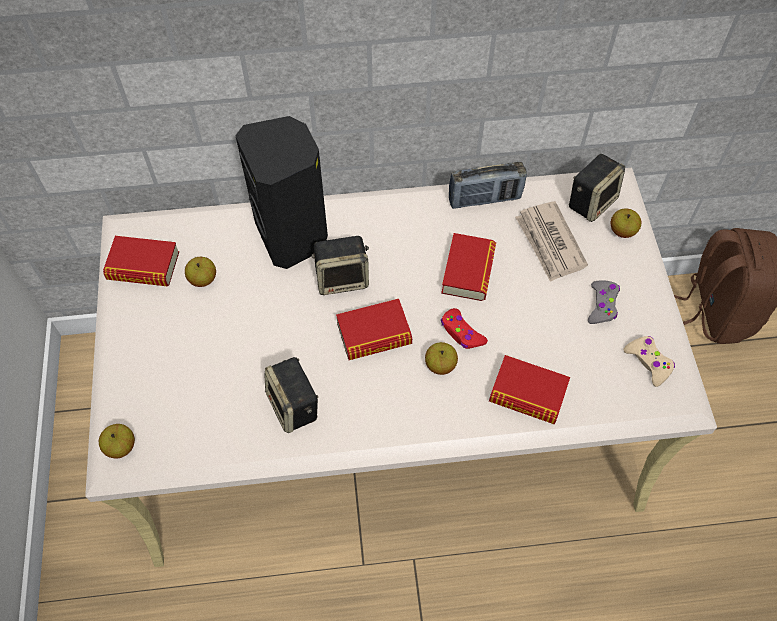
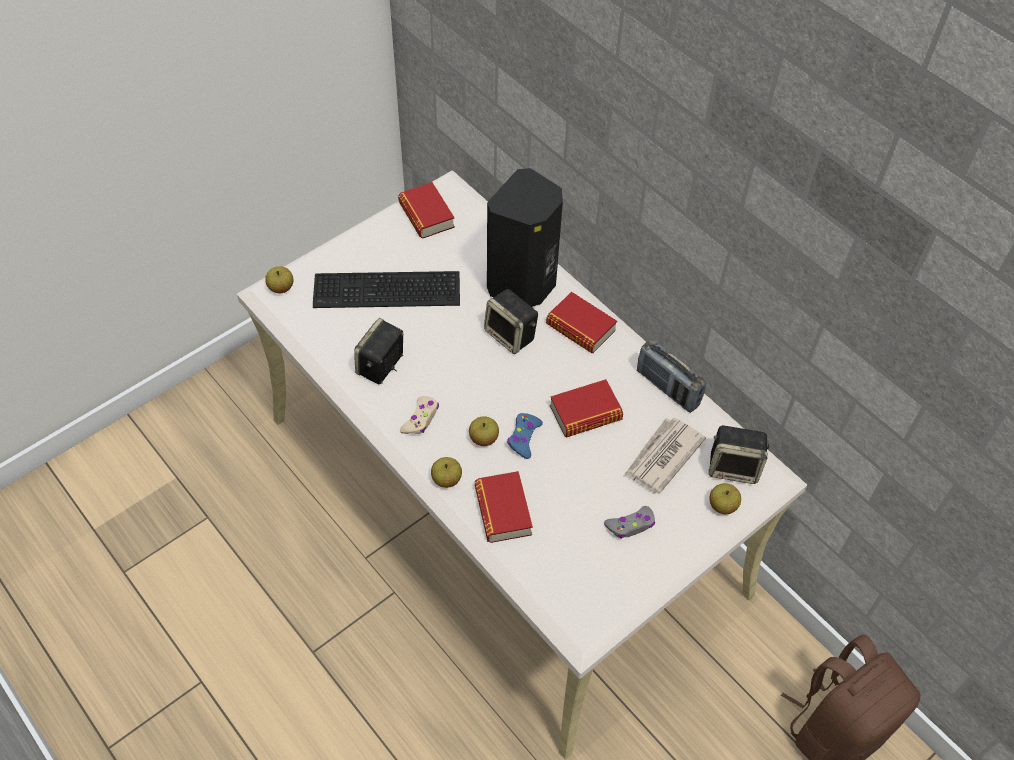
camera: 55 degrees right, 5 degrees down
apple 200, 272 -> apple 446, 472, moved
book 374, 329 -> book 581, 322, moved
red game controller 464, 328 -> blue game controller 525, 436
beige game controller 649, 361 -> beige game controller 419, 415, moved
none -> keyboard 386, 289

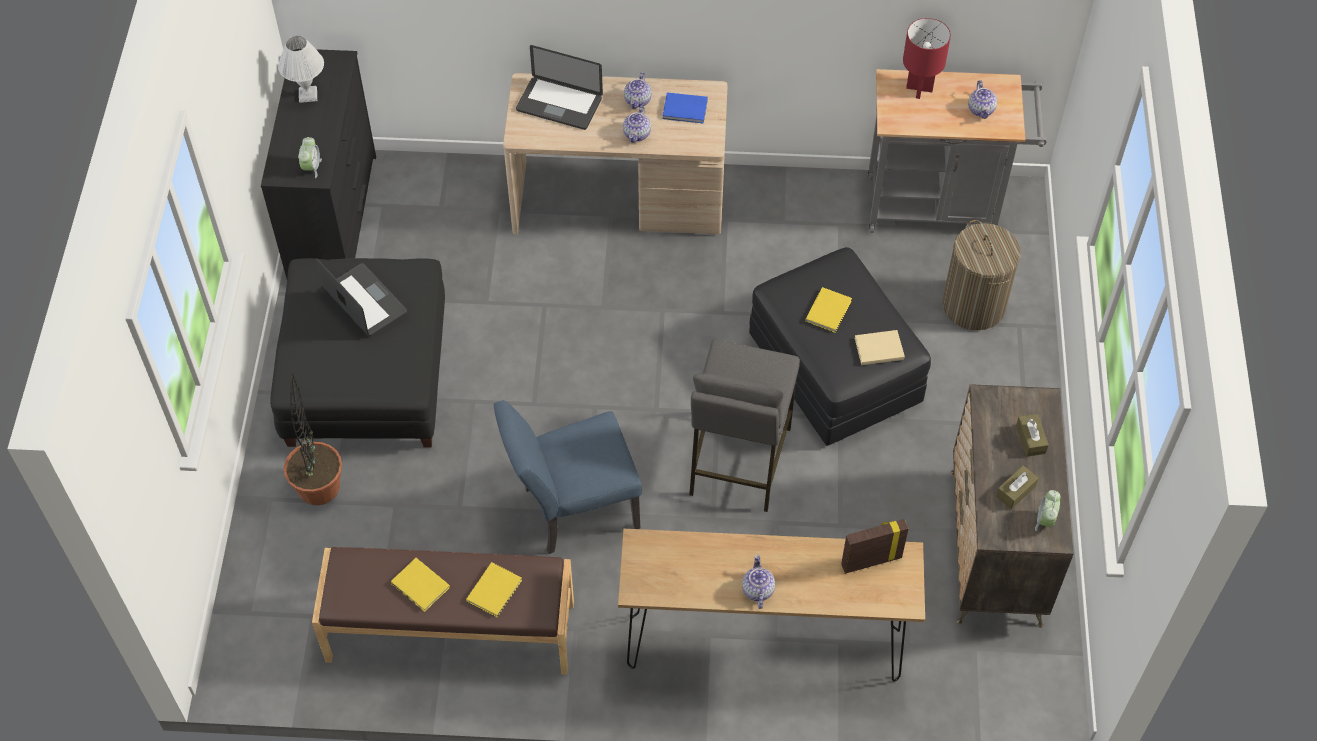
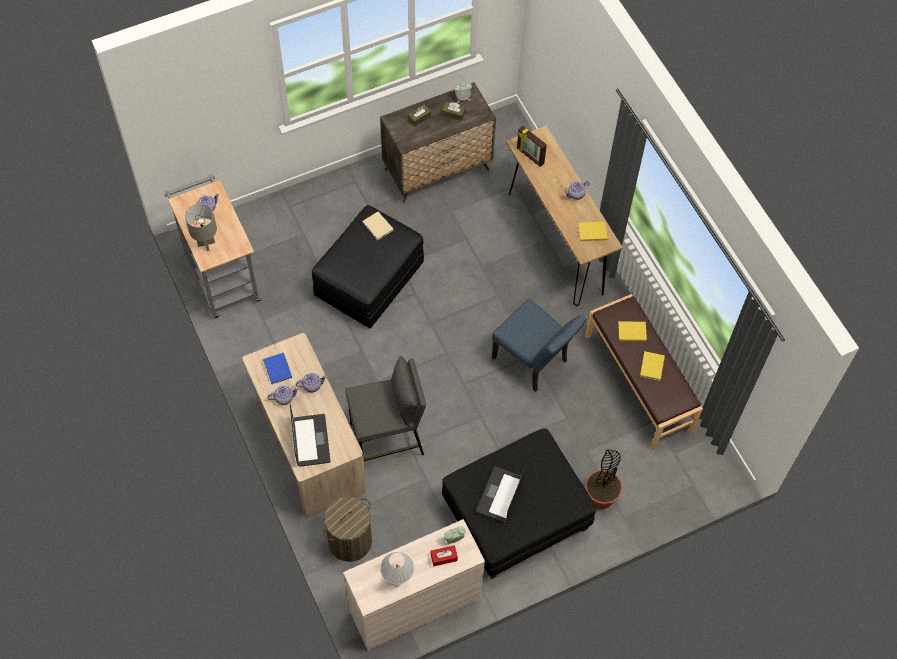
camera: 120 degrees left, 5 degrees up
red table lamp 927, 58 -> grey table lamp 201, 227
black dresser 318, 163 -> beige dresser 414, 585
laundry basket 981, 275 -> laundry basket 347, 529, moved
yellow book 828, 310 -> yellow book 593, 231, moved
grey stool 744, 426 -> grey stool 385, 408, moved
none -> red tissue box 444, 555

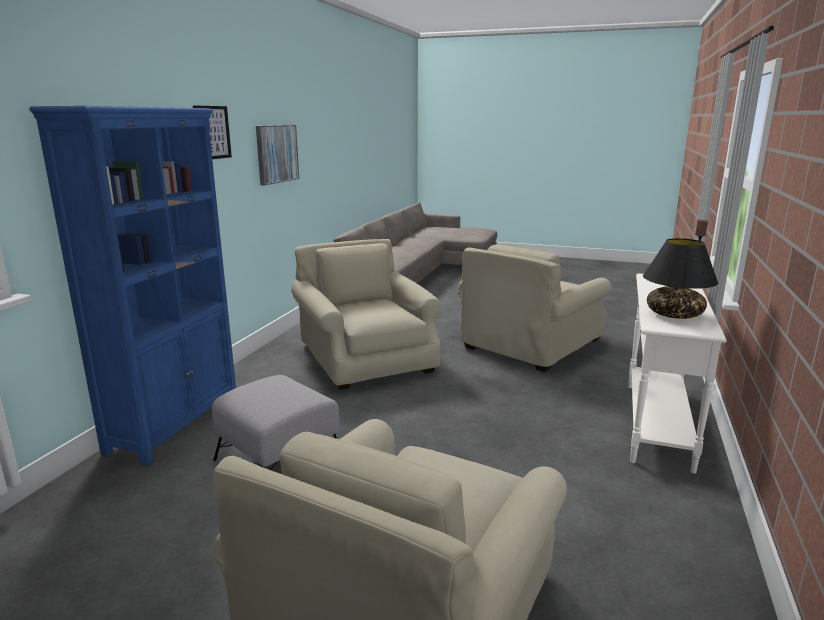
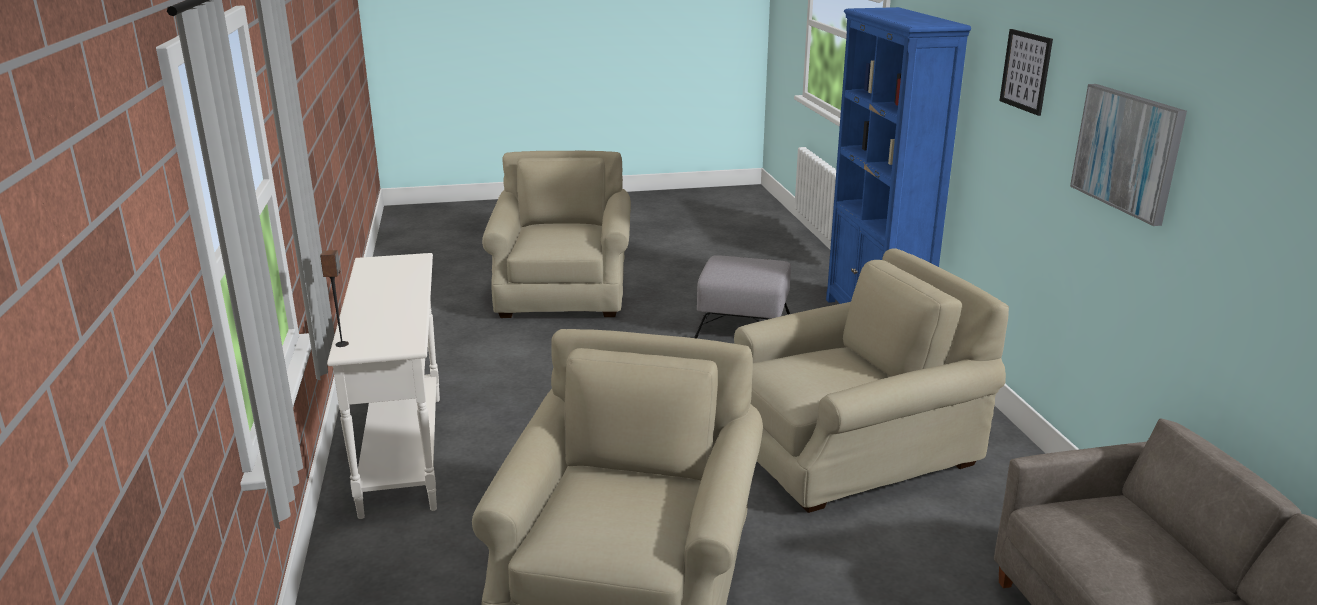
camera: 150 degrees right, 5 degrees up
black table lamp 680, 278 -> none
beige armchair 366, 314 -> beige armchair 871, 380, 60 degrees counterclockwise

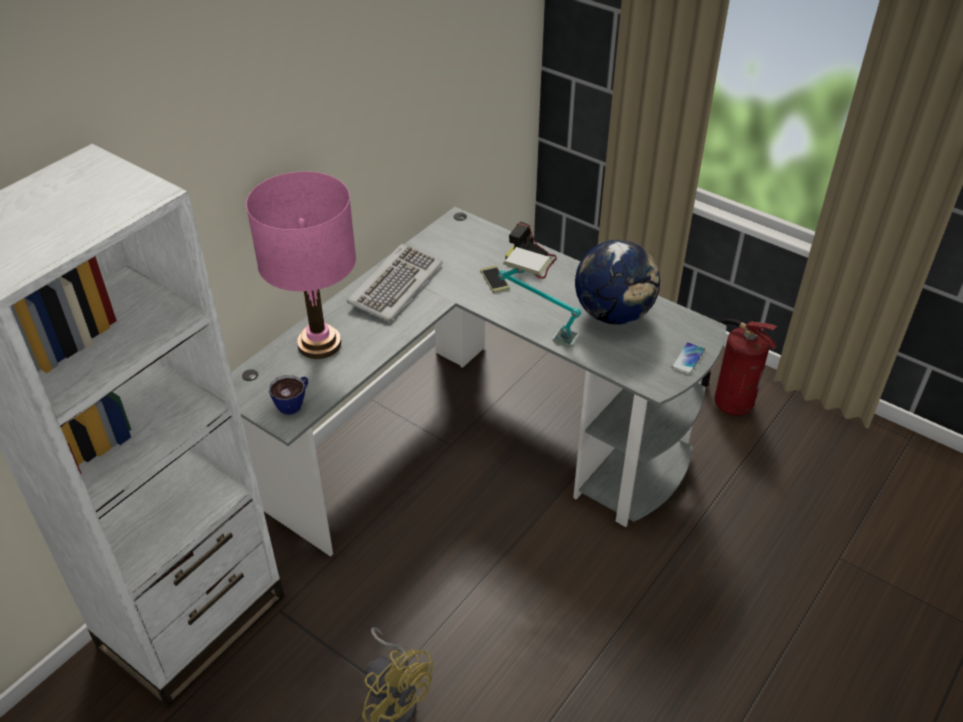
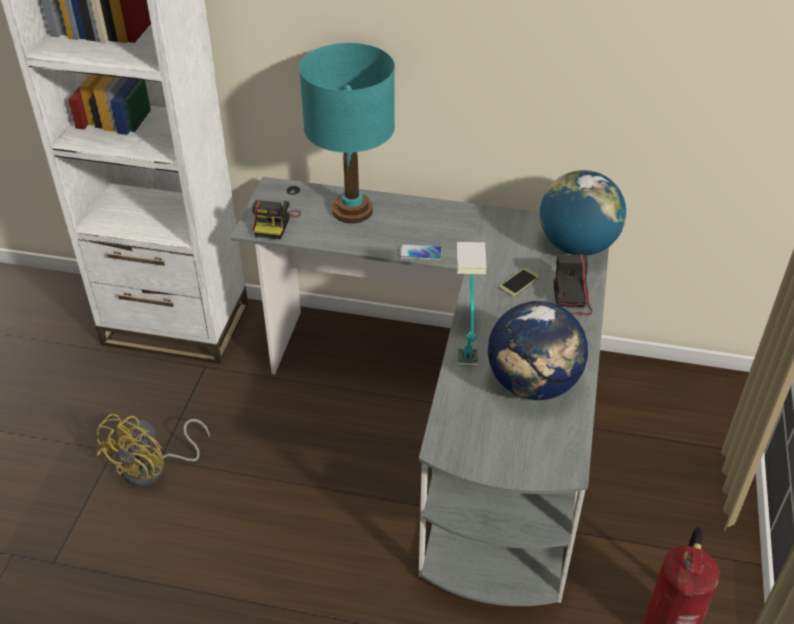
camera: 65 degrees right, 0 degrees up
pink table lamp 301, 265 -> turquoise table lamp 347, 133
keyboard 394, 283 -> none
phone 688, 358 -> phone 420, 252, moved
cup 288, 395 -> photo camera 276, 219
none -> globe 583, 212

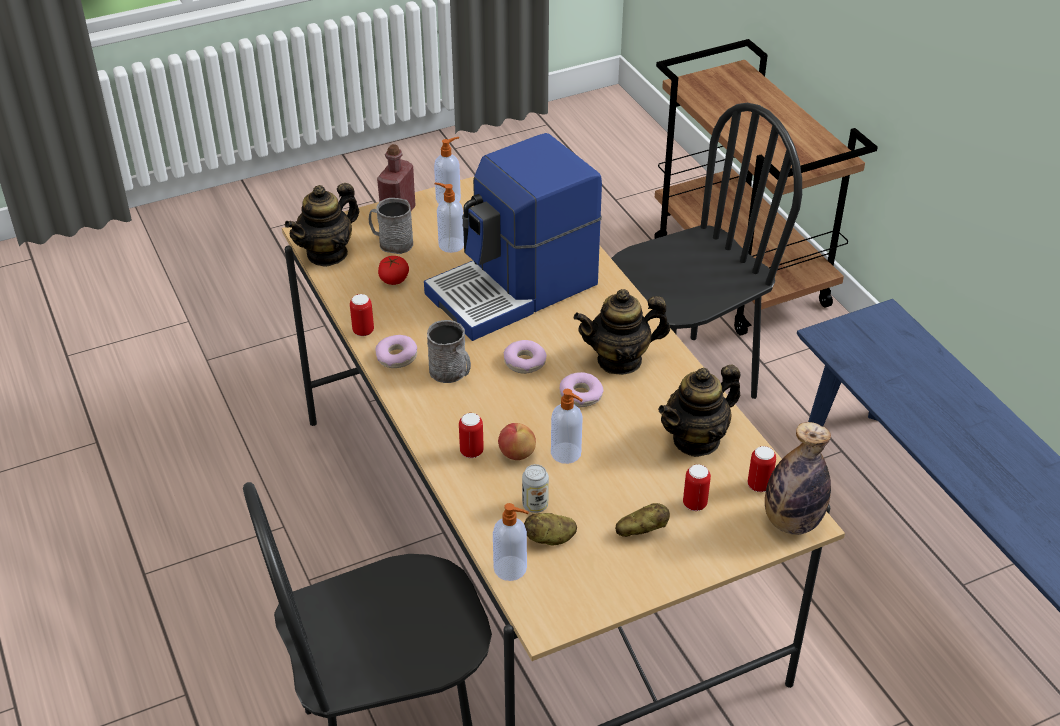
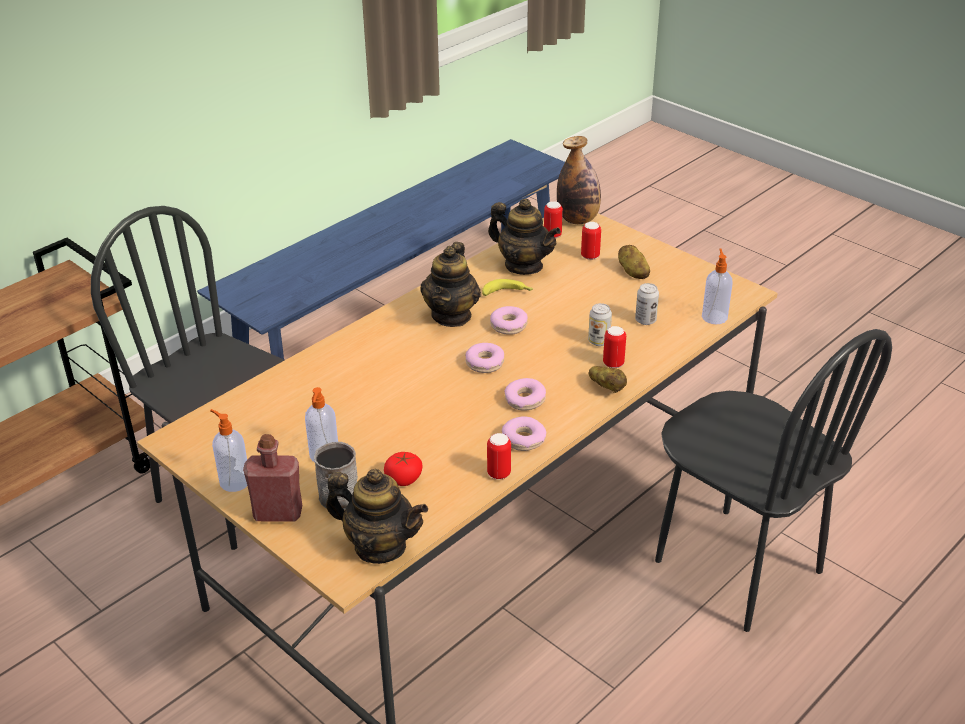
camera: 110 degrees left, 5 degrees down
coffee machine 513, 237 -> none
teapot 622, 332 -> teapot 450, 284, 45 degrees clockwise
grey mug 449, 351 -> donut 525, 394
soap dispenser 567, 426 -> none
apple 517, 441 -> can 600, 324
potato 550, 529 -> potato 607, 379, moved
none -> banana 507, 287

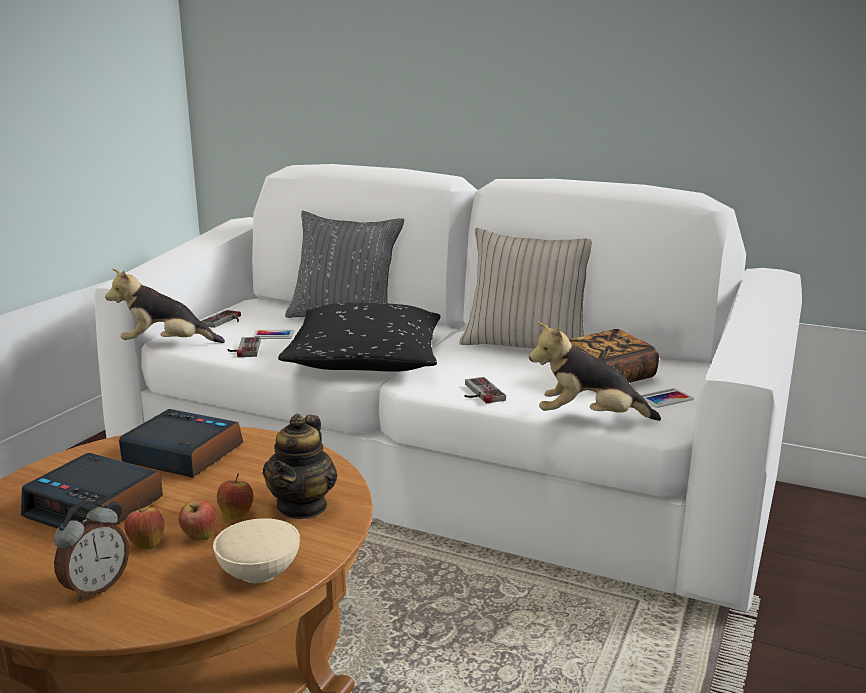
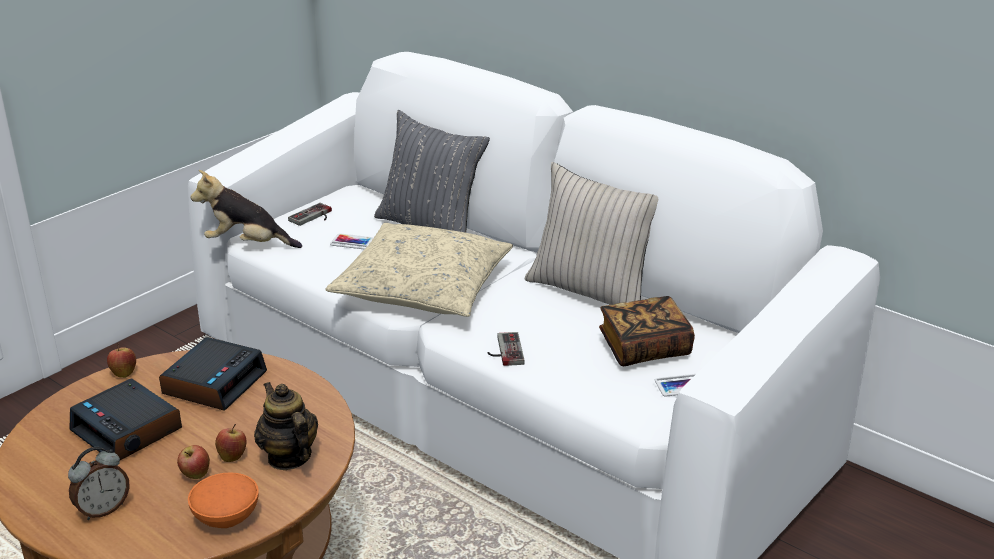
camera: 15 degrees right, 10 degrees up
black pillow 359, 337 -> beige pillow 419, 270
plush toy 595, 371 -> none
game controller 244, 347 -> none
alarm clock 181, 443 -> alarm clock 213, 374, 75 degrees clockwise
teapot 300, 466 -> teapot 286, 426, 120 degrees clockwise
apple 144, 525 -> apple 121, 360, moved
beige bowl 256, 550 -> orange bowl 223, 500

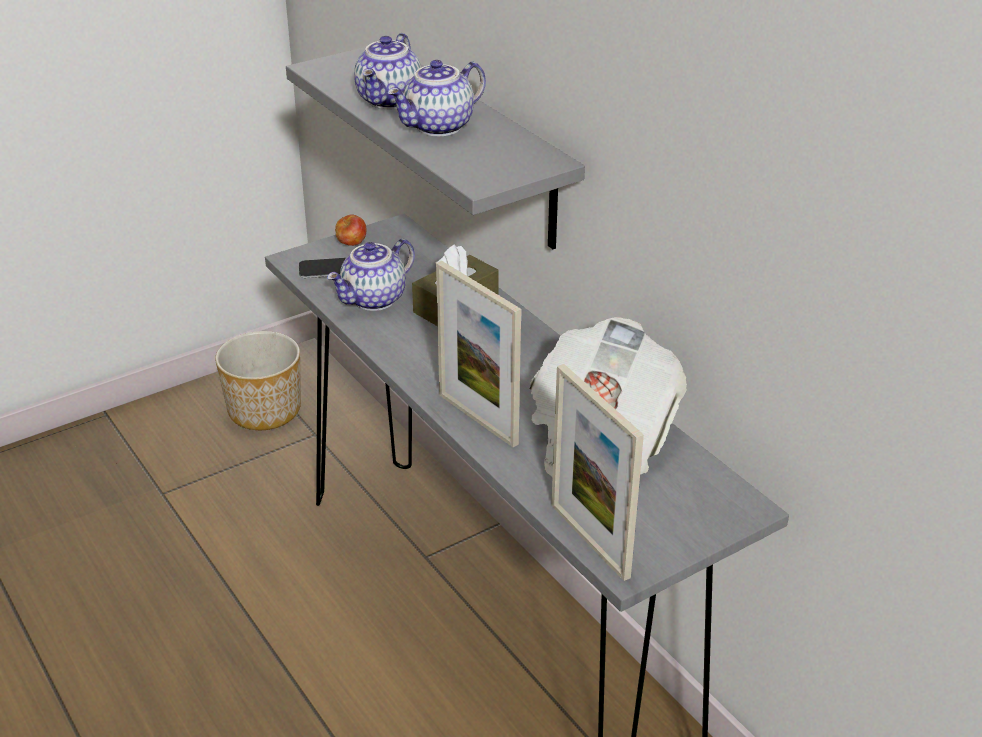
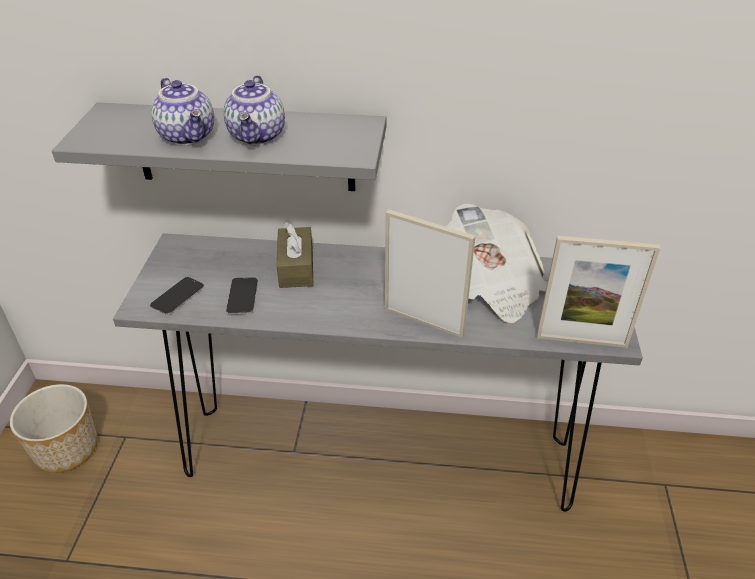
camera: 50 degrees left, 5 degrees up
apple 350, 230 -> none
teapot 371, 274 -> phone 242, 295
picture frame 478, 354 -> picture frame 430, 273, 150 degrees counterclockwise

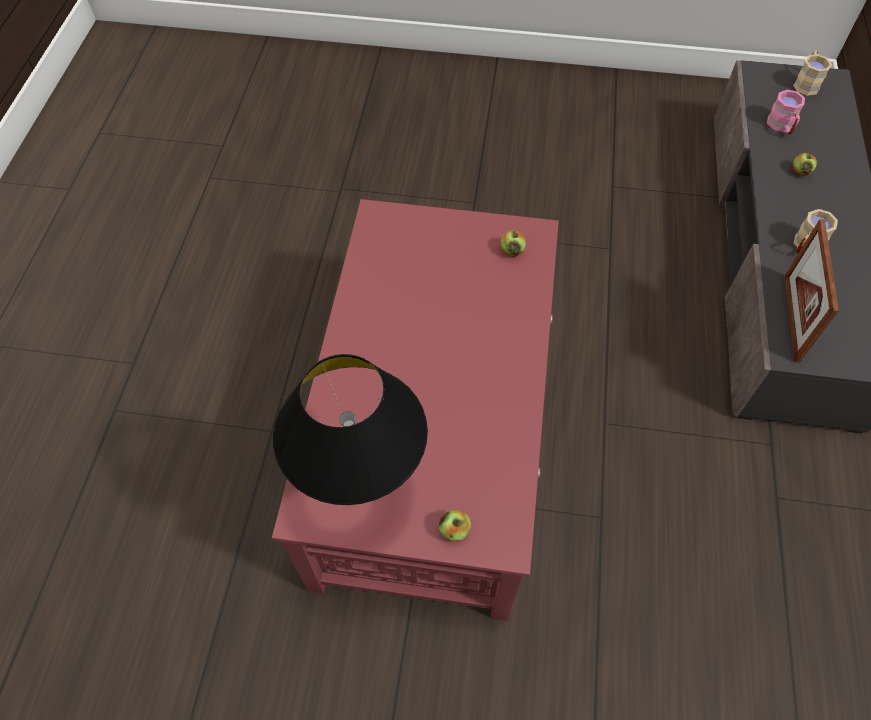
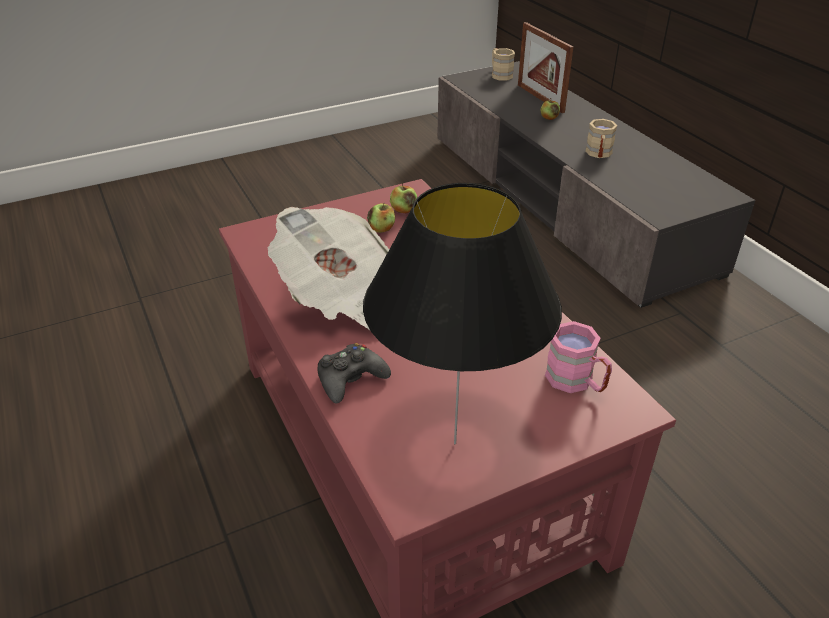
camera: 35 degrees left, 20 degrees down
pink mug 786, 112 -> pink mug 578, 357, moved
picture frame 812, 291 -> picture frame 545, 67, moved
apple 455, 526 -> apple 381, 218, moved
none -> newspaper 328, 268
none -> black game controller 354, 373

